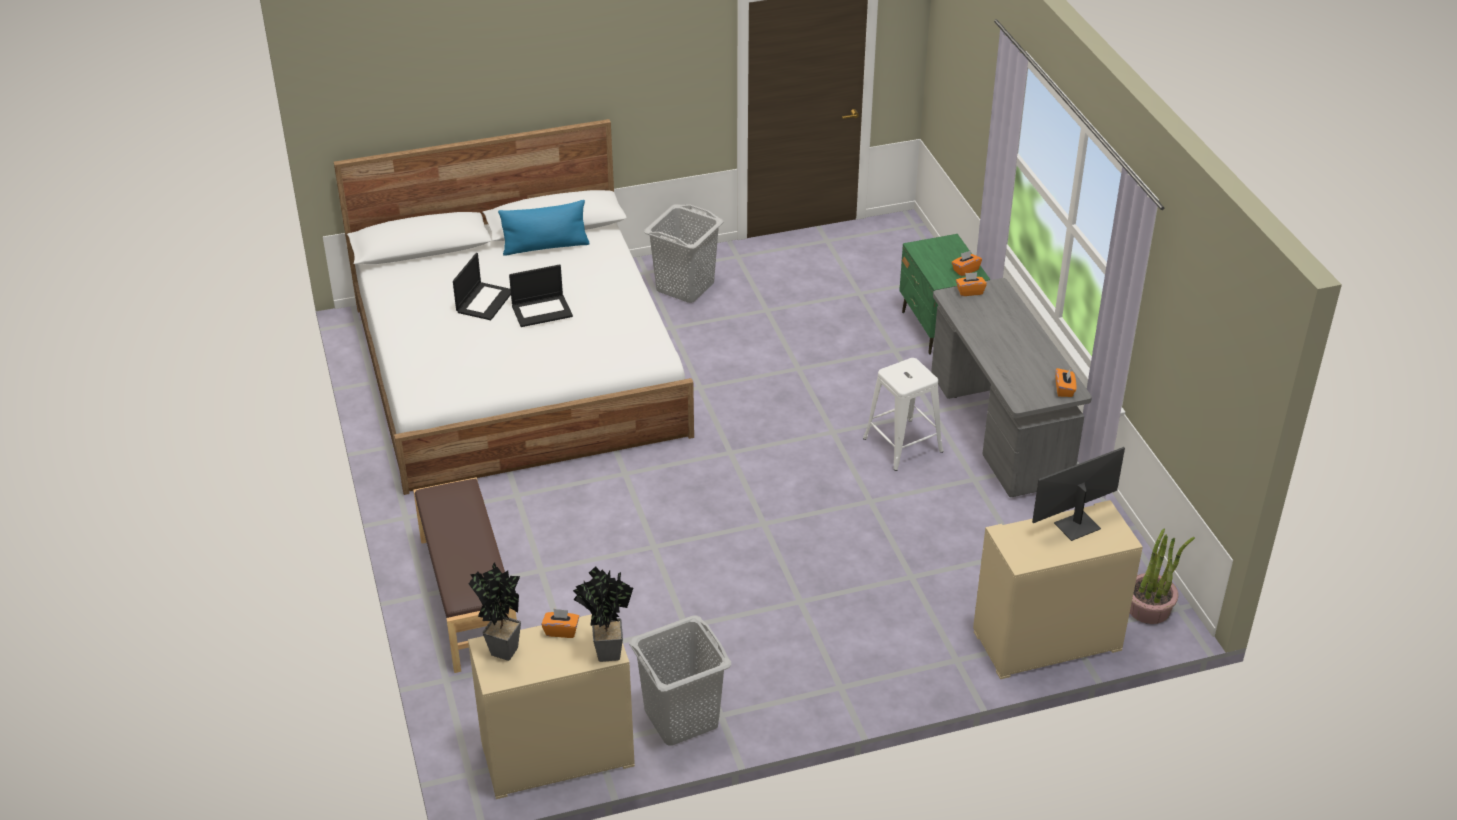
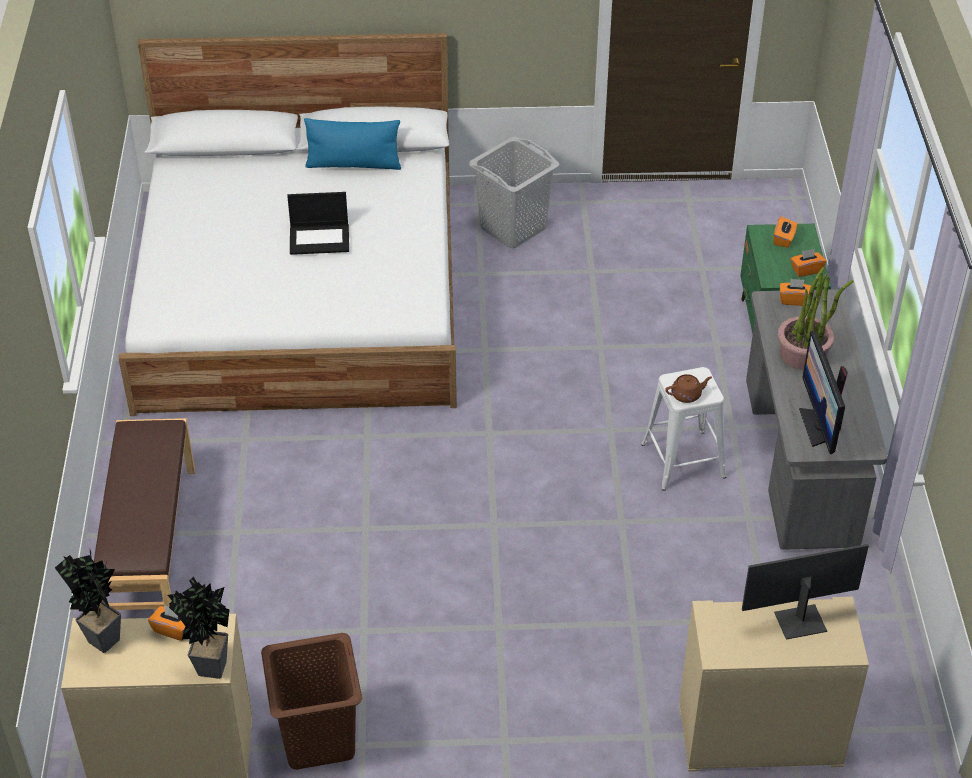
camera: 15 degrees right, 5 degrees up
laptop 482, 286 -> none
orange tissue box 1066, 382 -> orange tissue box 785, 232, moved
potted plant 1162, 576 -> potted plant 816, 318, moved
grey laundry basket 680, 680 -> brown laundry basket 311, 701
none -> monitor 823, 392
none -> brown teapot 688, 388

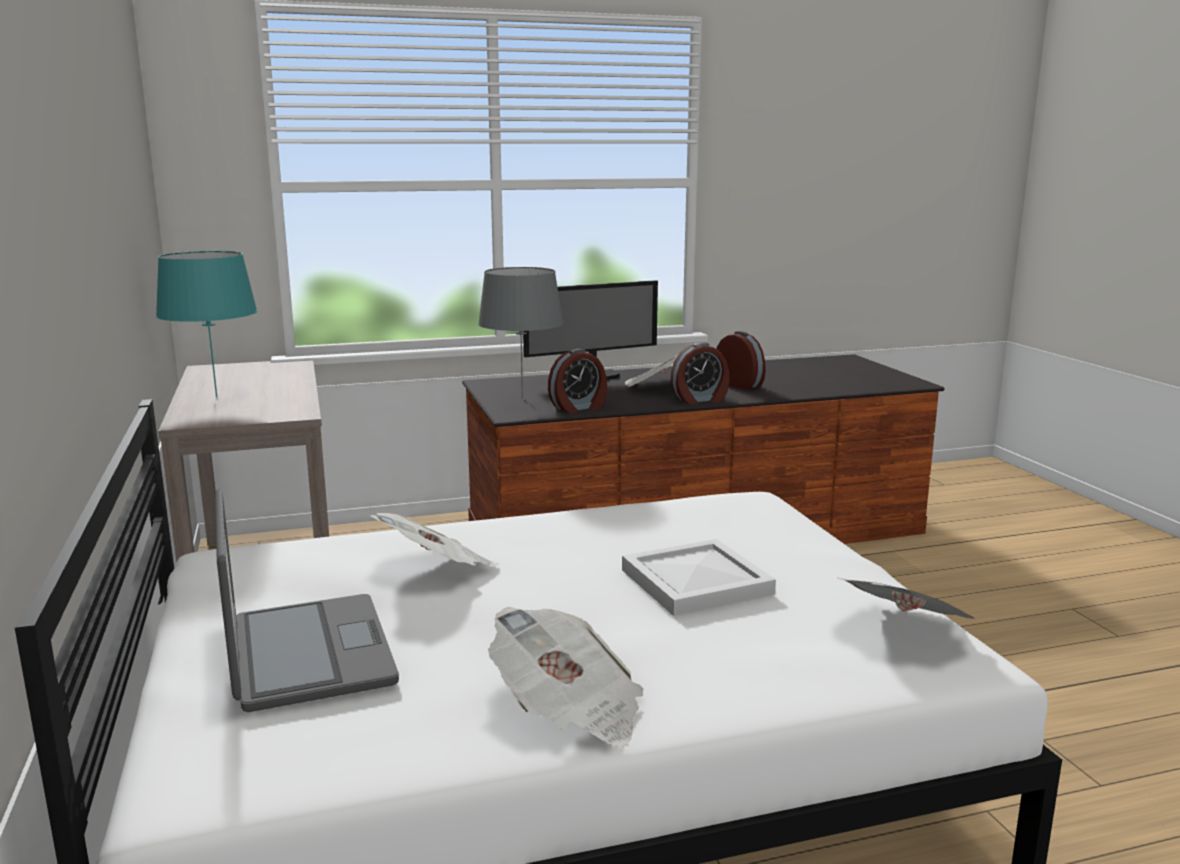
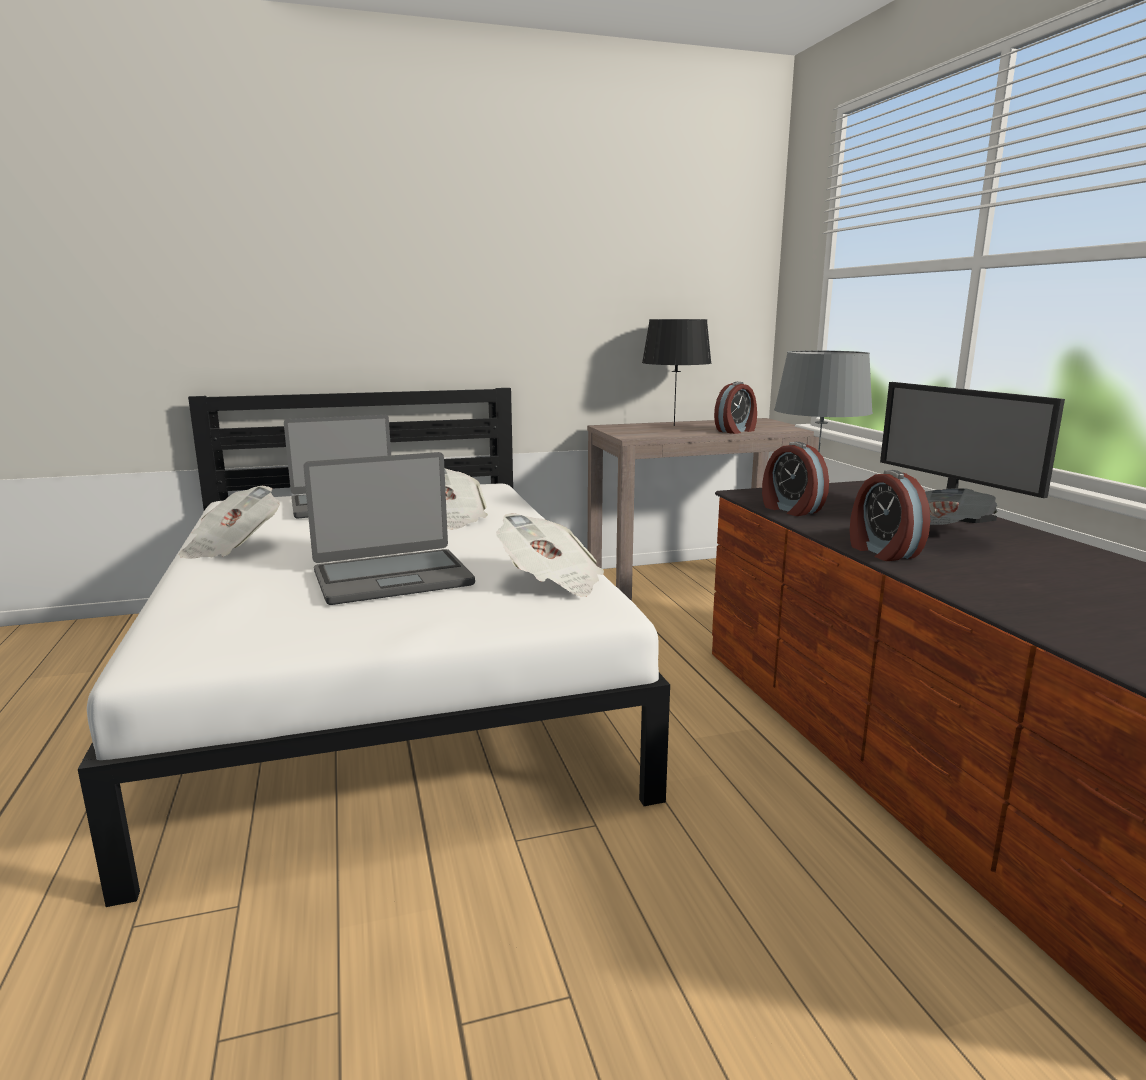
camera: 90 degrees right, 0 degrees up
turquoise table lamp 207, 324 -> black table lamp 676, 372
alarm clock 741, 360 -> alarm clock 735, 408, moved
white tray 699, 577 -> laptop 389, 528
newspaper 905, 598 -> newspaper 550, 555, moved

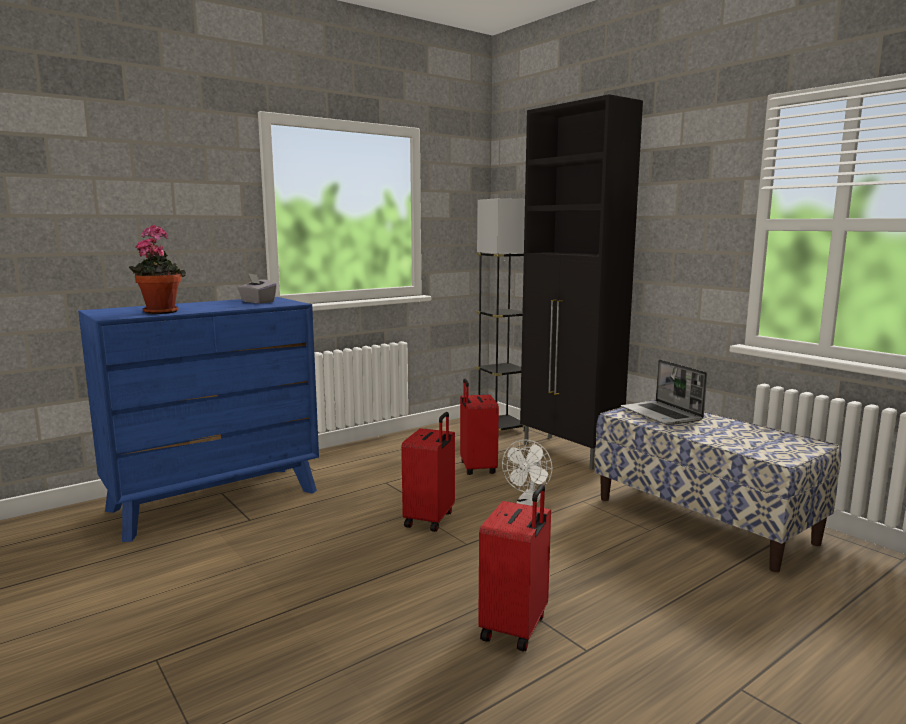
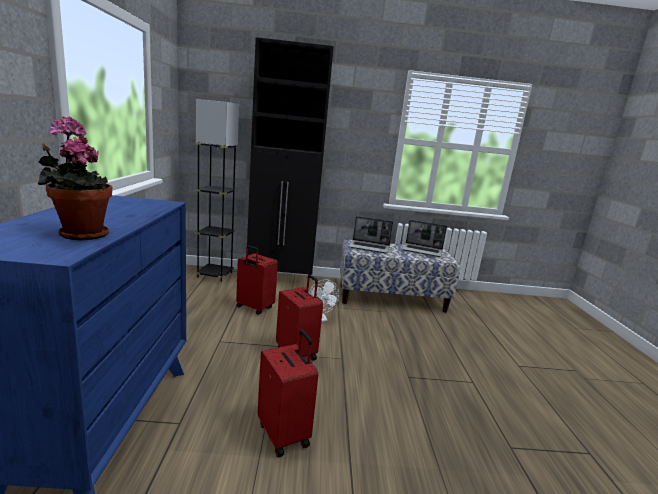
camera: 55 degrees left, 5 degrees up
grey tissue box 257, 289 -> none
red suitcase 514, 567 -> red suitcase 288, 393, moved
none -> laptop 424, 238

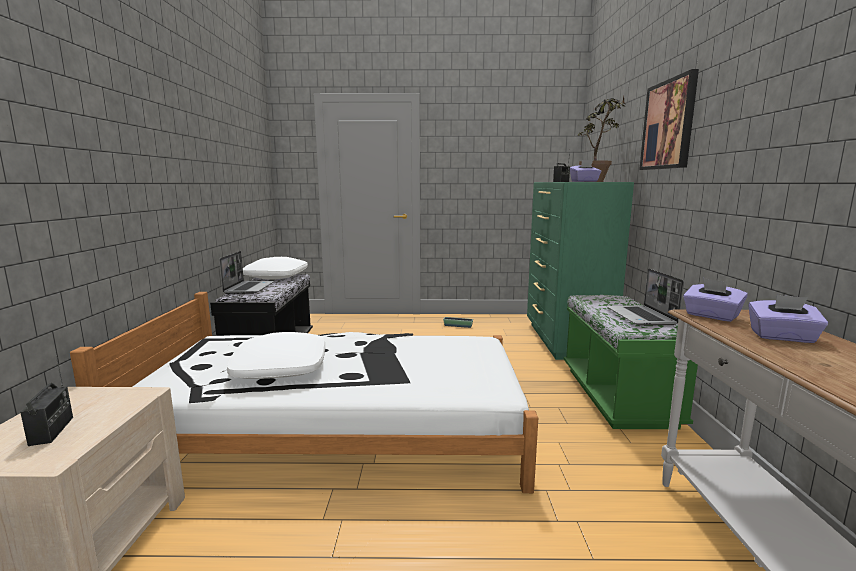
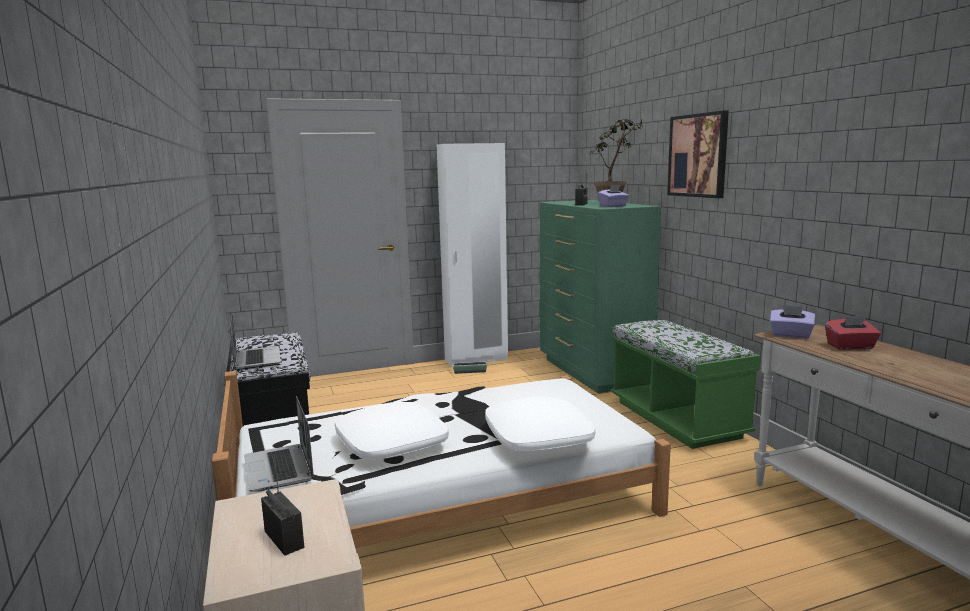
camera: 20 degrees left, 0 degrees up
white pillow 275, 268 -> white pillow 540, 424, moved
laptop 645, 297 -> laptop 279, 444, moved
purple tissue box 788, 319 -> red tissue box 853, 332
none -> white wardrobe 472, 255

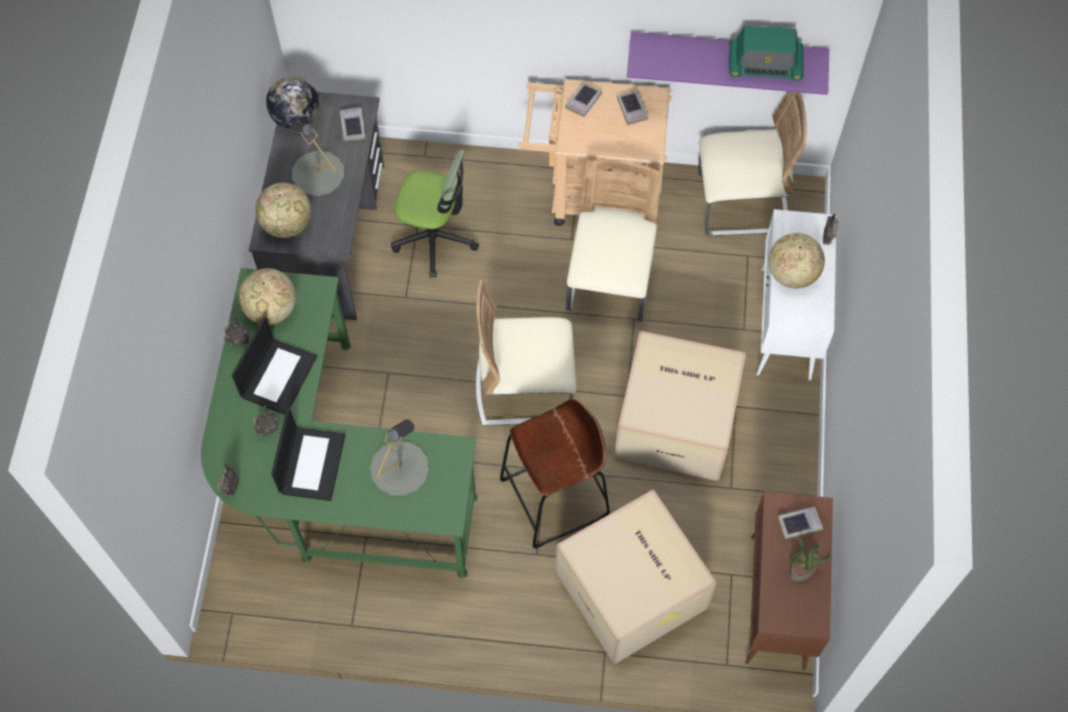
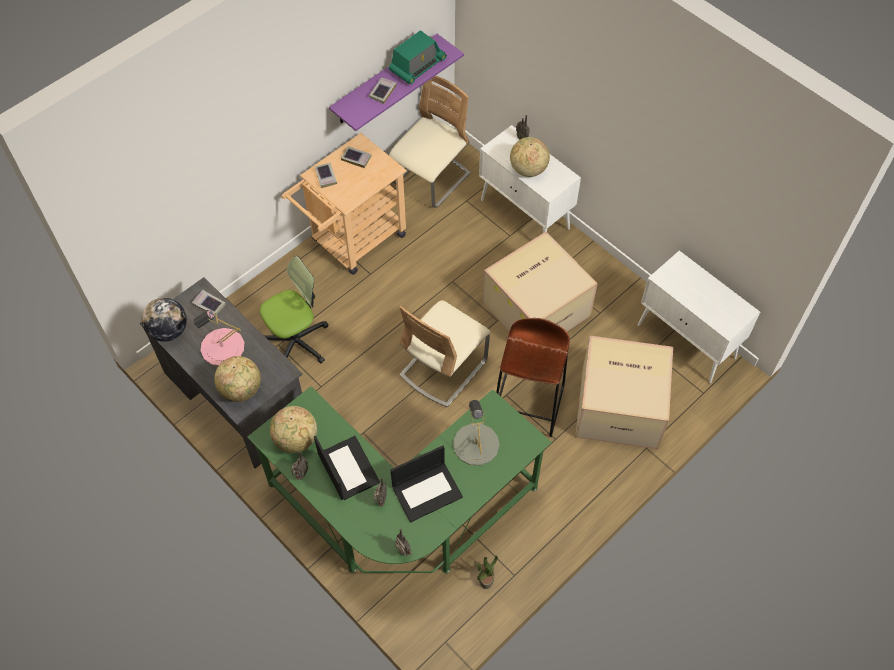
camera: 50 degrees left, 5 degrees down
grey table lamp 316, 159 -> pink table lamp 218, 338
beige chair 613, 241 -> none
laptop 308, 454 -> laptop 426, 484, 105 degrees clockwise
brown cabinet 789, 580 -> white cabinet 699, 317
book 800, 523 -> book 382, 91, moved
potted plant 809, 560 -> potted plant 486, 572, moved

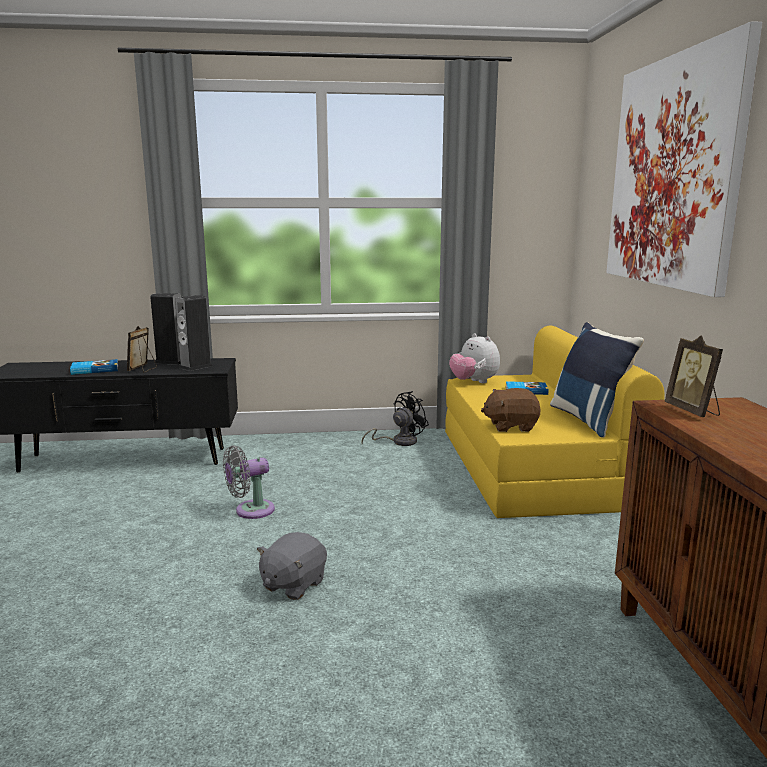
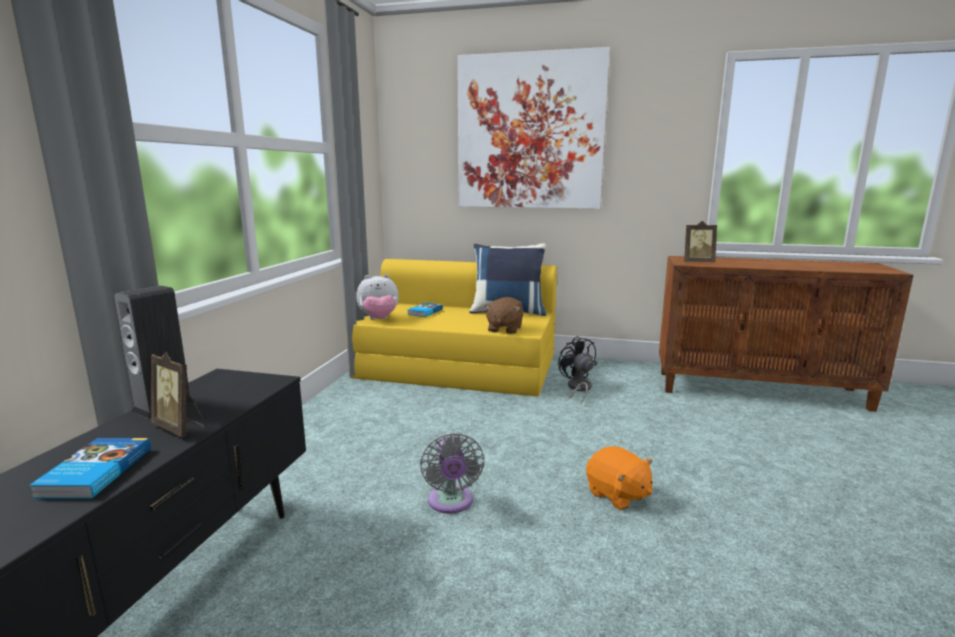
camera: 70 degrees left, 0 degrees up
speaker 194, 333 -> none
black fan 395, 418 -> black fan 577, 370, moved
grey plush toy 292, 566 -> orange plush toy 619, 478

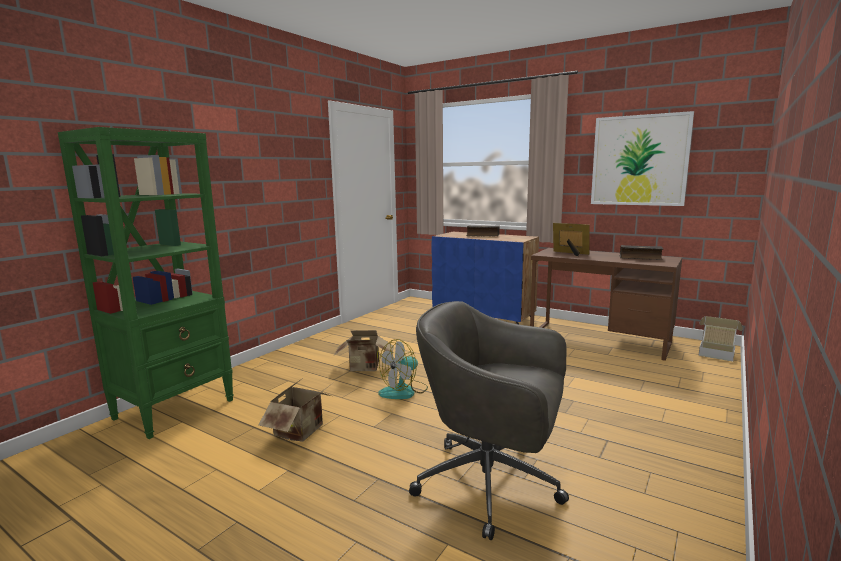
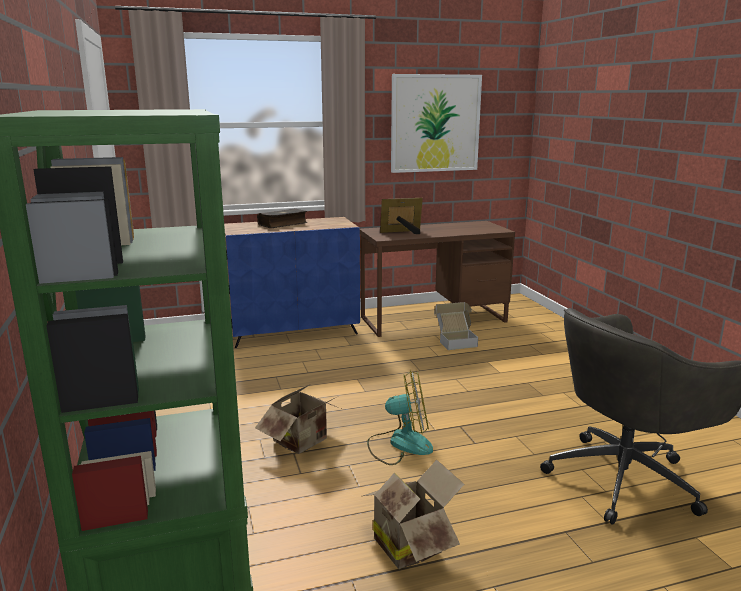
camera: 50 degrees left, 5 degrees up
book 641, 252 -> none
cardboard box 720, 339 -> cardboard box 456, 326, moved
fan 403, 369 -> fan 400, 417, 90 degrees counterclockwise

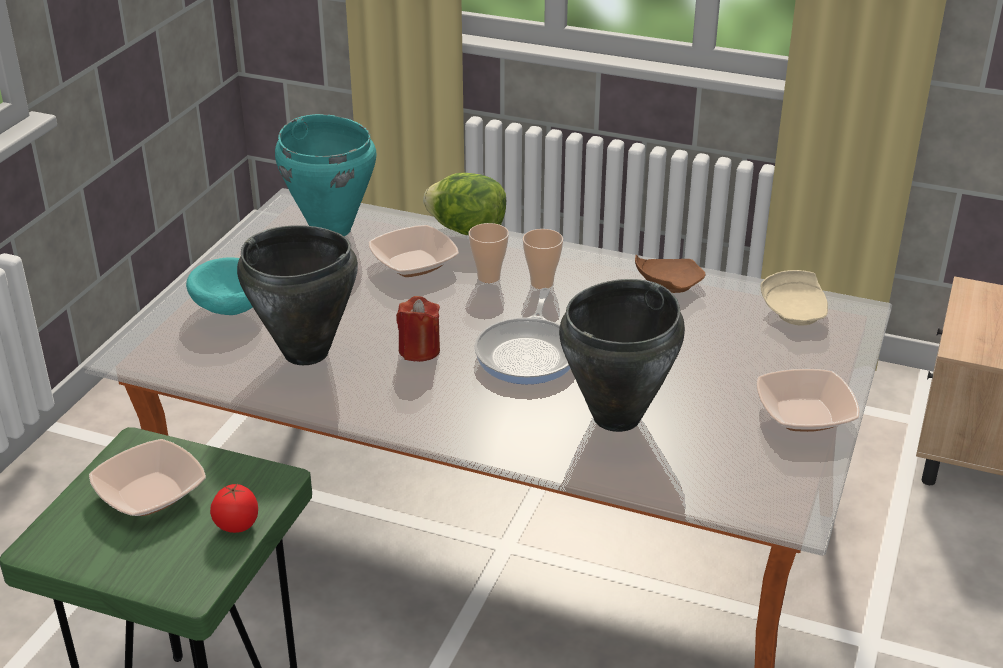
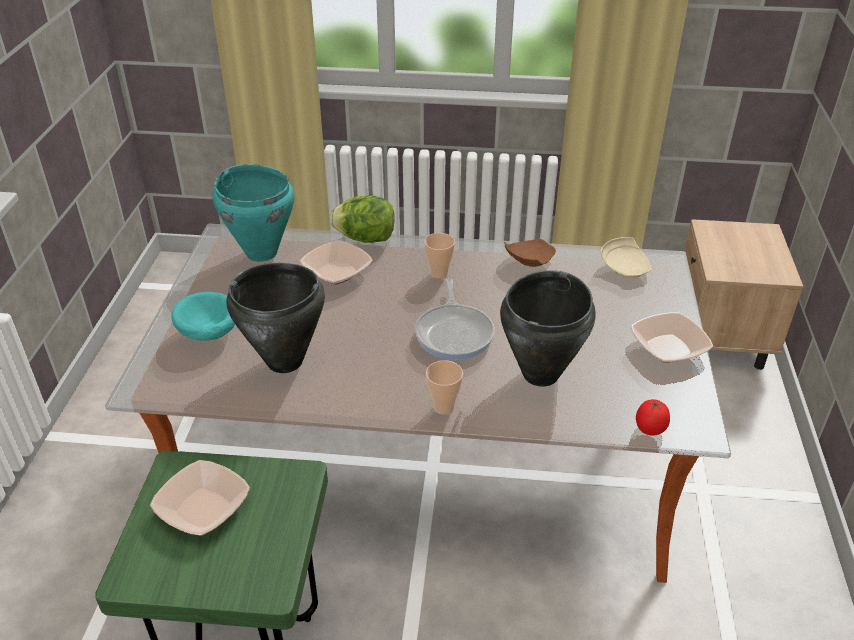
camera: 15 degrees left, 5 degrees up
cup 488, 253 -> cup 444, 387, moved
red candle 418, 329 -> none
tomato 234, 508 -> tomato 653, 417, moved

